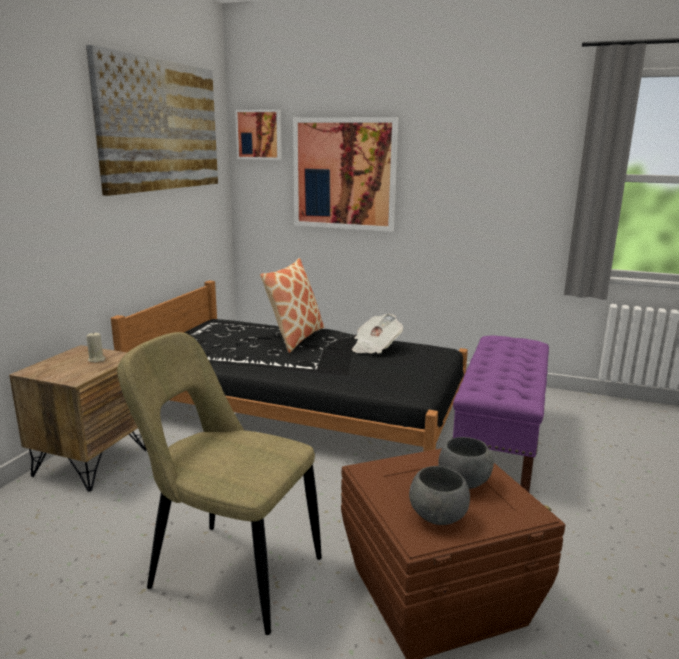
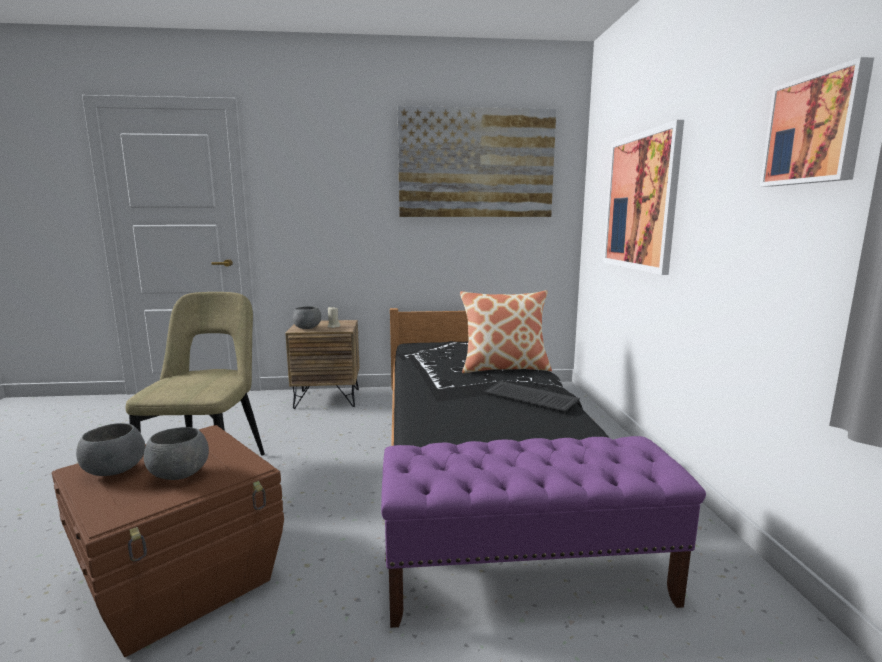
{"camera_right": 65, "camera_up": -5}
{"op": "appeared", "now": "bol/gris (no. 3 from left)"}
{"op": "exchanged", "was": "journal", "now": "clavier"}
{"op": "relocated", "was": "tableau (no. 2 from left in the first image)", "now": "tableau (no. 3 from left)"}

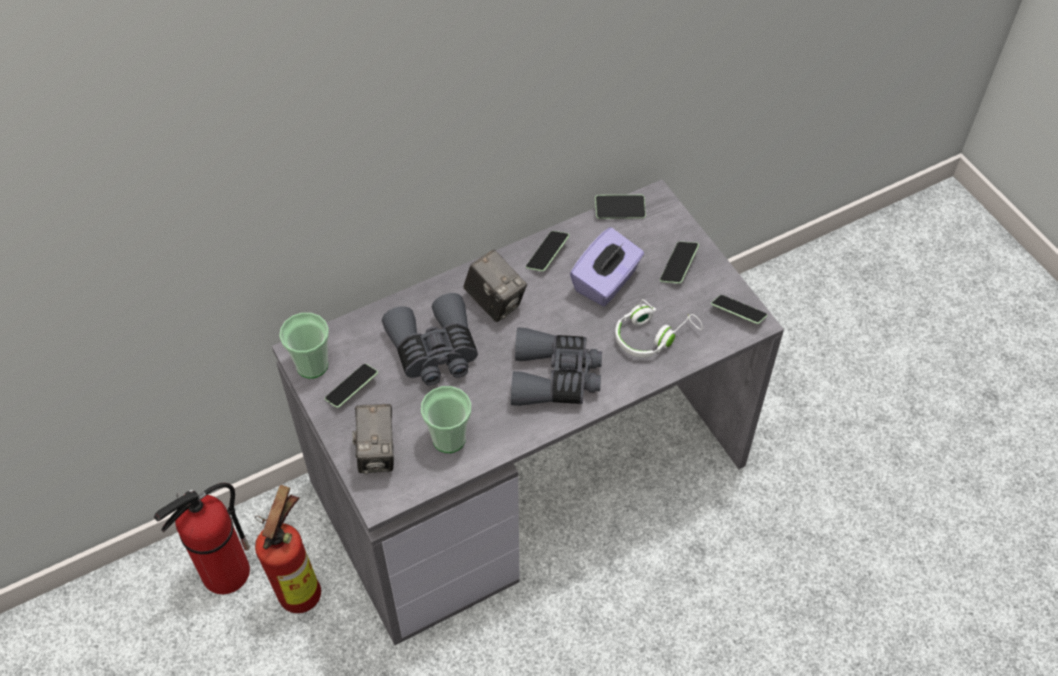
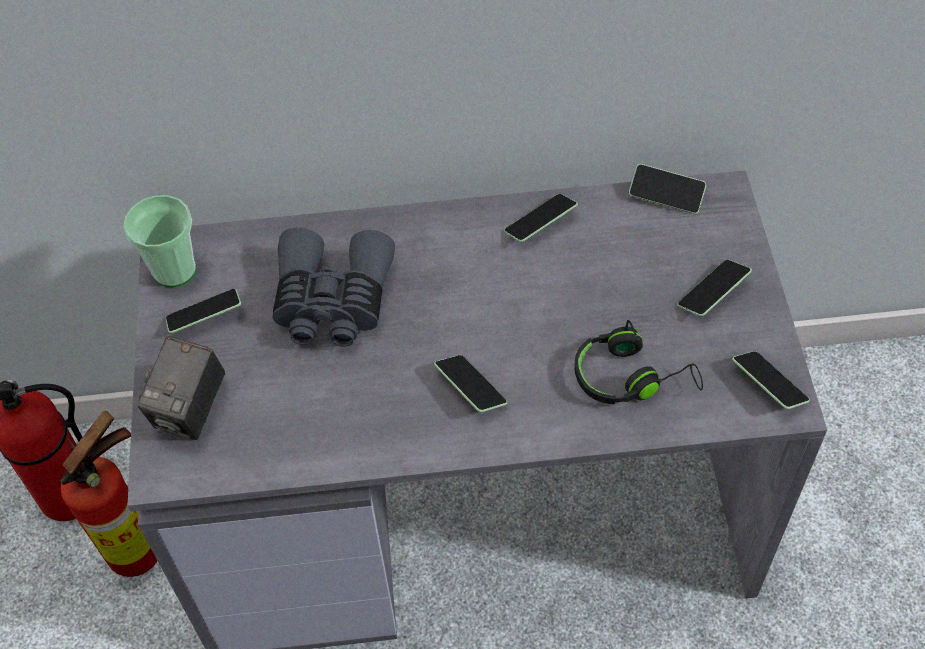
{"camera_right": 25, "camera_up": 0}
{"op": "exchanged", "was": "jumelles/gris (no. 2 from left)", "now": "téléphone (no. 2 from left)"}
{"op": "colour", "was": "casque audio/blanc", "now": "casque audio/noir"}
{"op": "missing", "was": "tasse (no. 2 from left)"}
{"op": "missing", "was": "appareil photo (no. 2 from left)"}
{"op": "missing", "was": "boîte à mouchoirs/violet"}

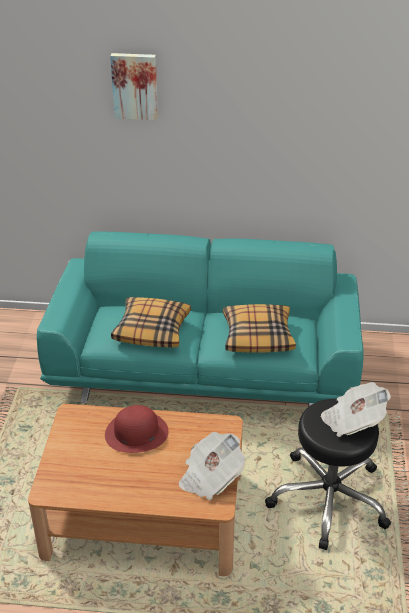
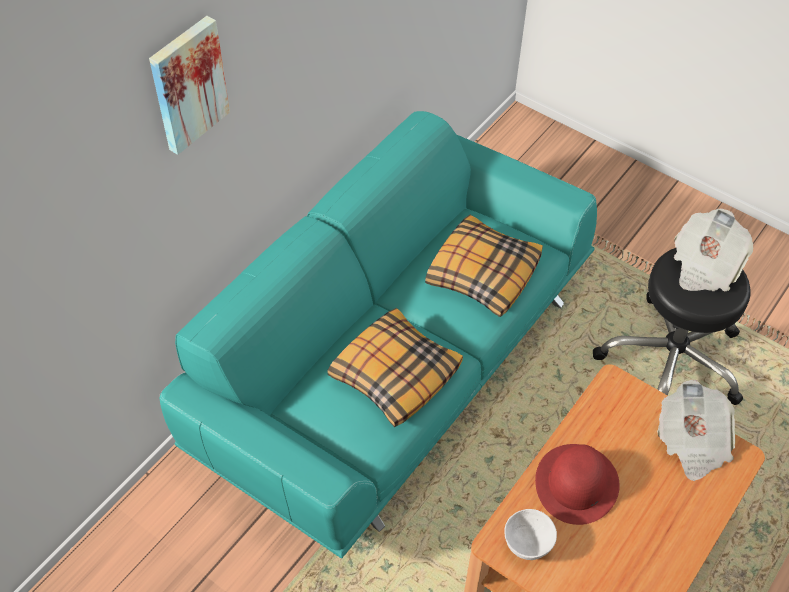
{"camera_right": -60, "camera_up": 15}
{"op": "appeared", "now": "bol/blanc"}

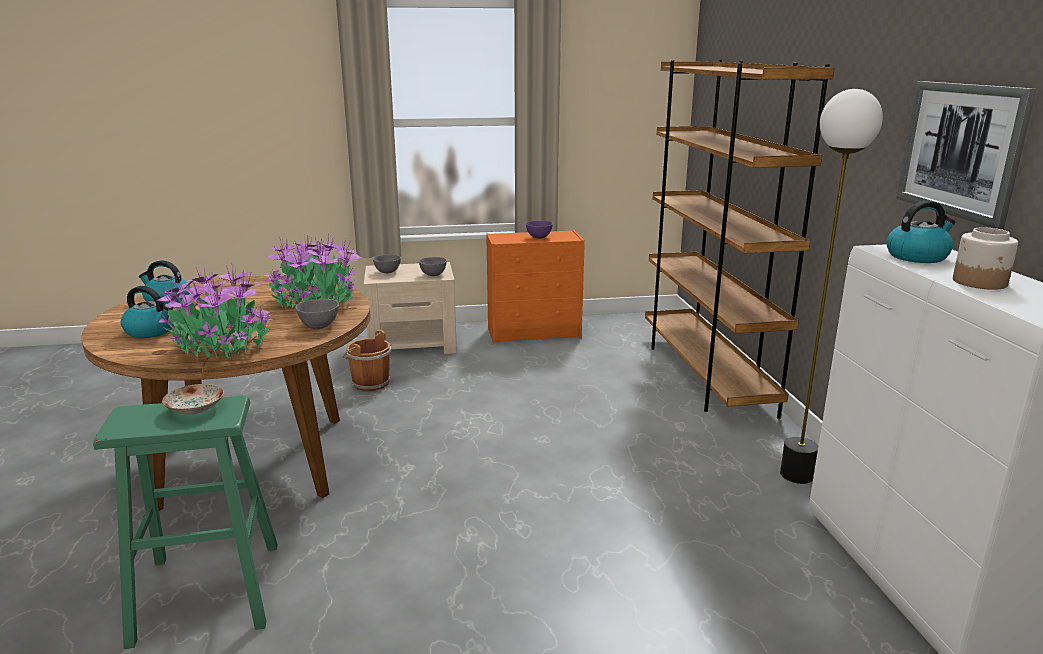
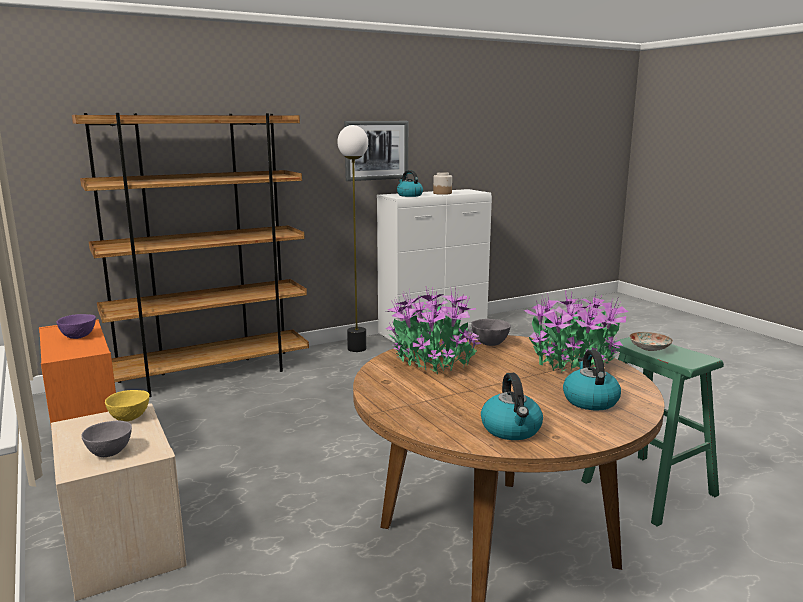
{"camera_right": -110, "camera_up": -5}
{"op": "colour", "was": "bol/gris (no. 3 from left)", "now": "bol/jaune"}
{"op": "missing", "was": "seau/marron"}

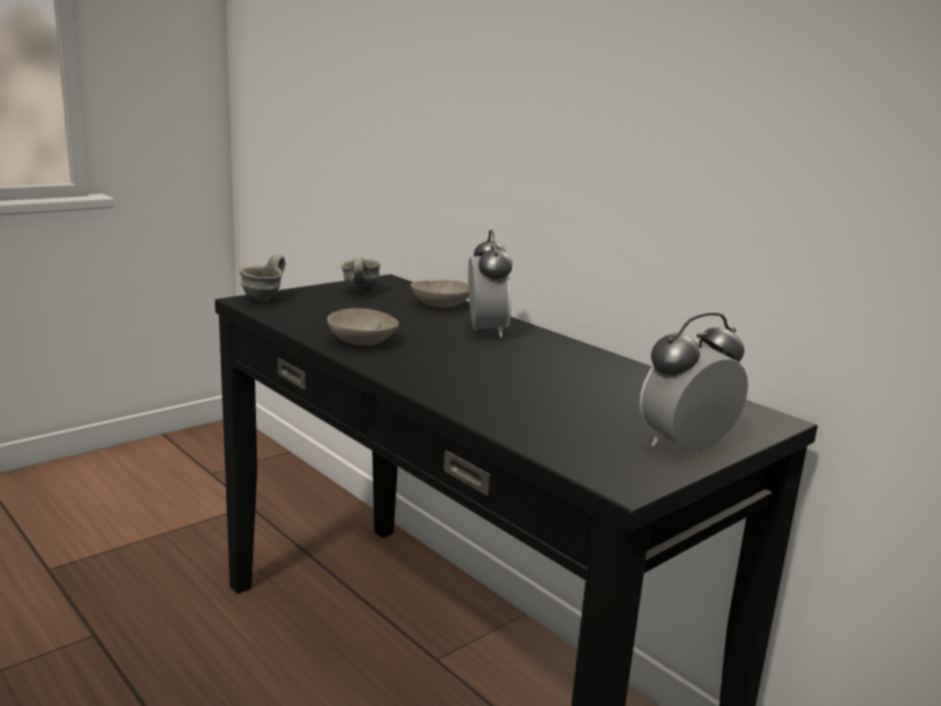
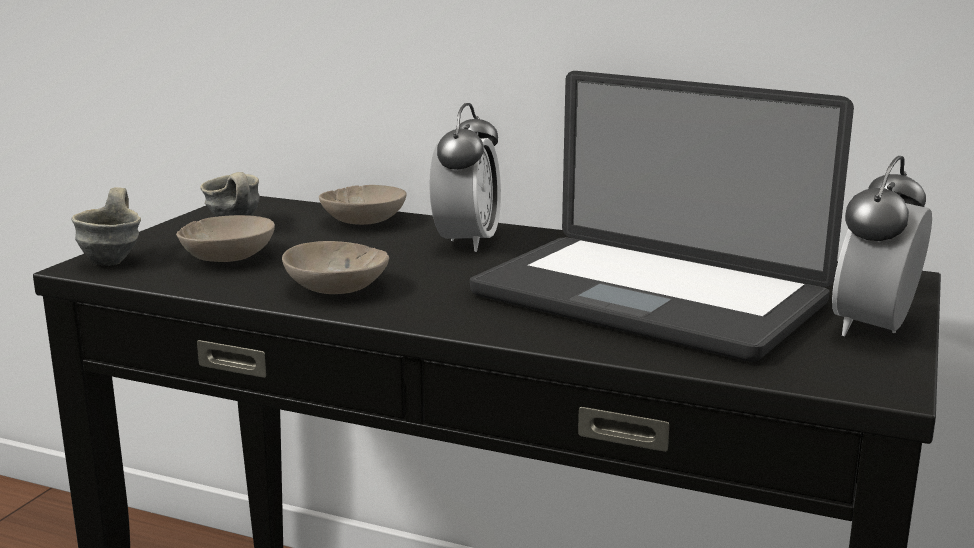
{"camera_right": -25, "camera_up": 0}
{"op": "appeared", "now": "bol/beige (no. 1 from left)"}
{"op": "spun", "was": "réveil (no. 1 from left)", "clockwise": 45}
{"op": "appeared", "now": "ordinateur portable"}

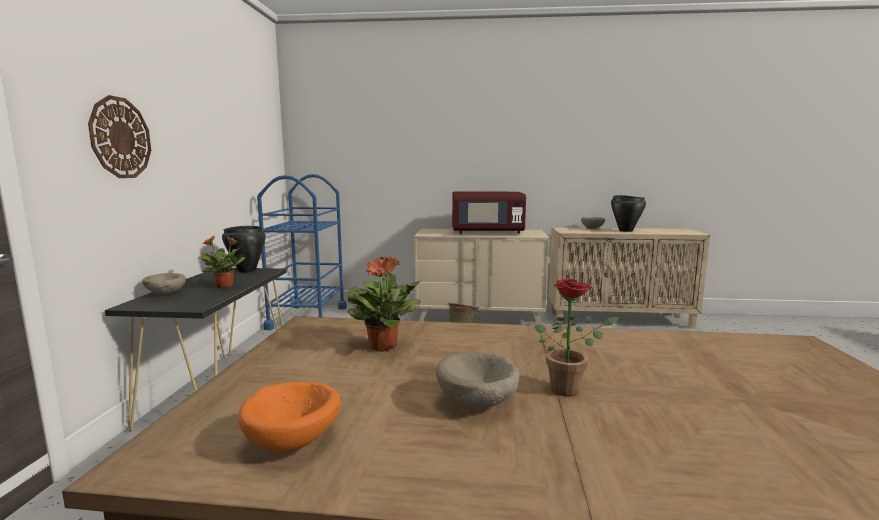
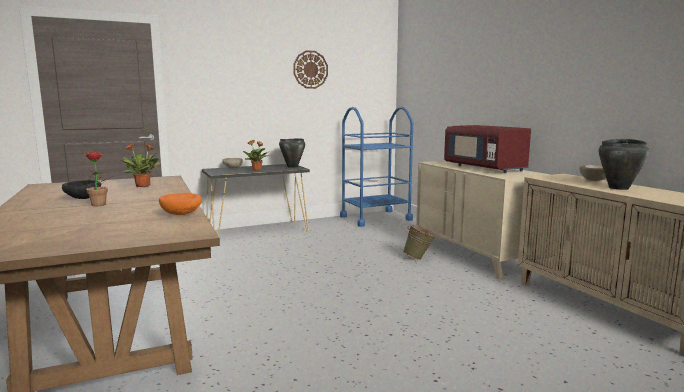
{"camera_right": 60, "camera_up": 0}
{"op": "colour", "was": "bol/beige (no. 2 from left)", "now": "bol/noir"}
{"op": "relocated", "was": "bol/orange"}
{"op": "relocated", "was": "horloge murale"}

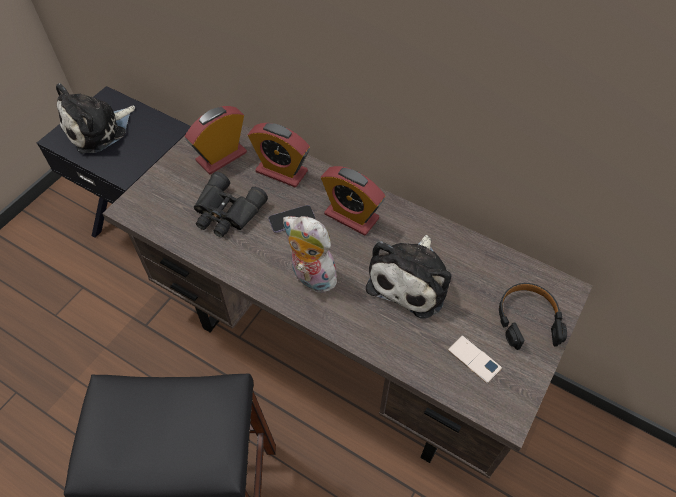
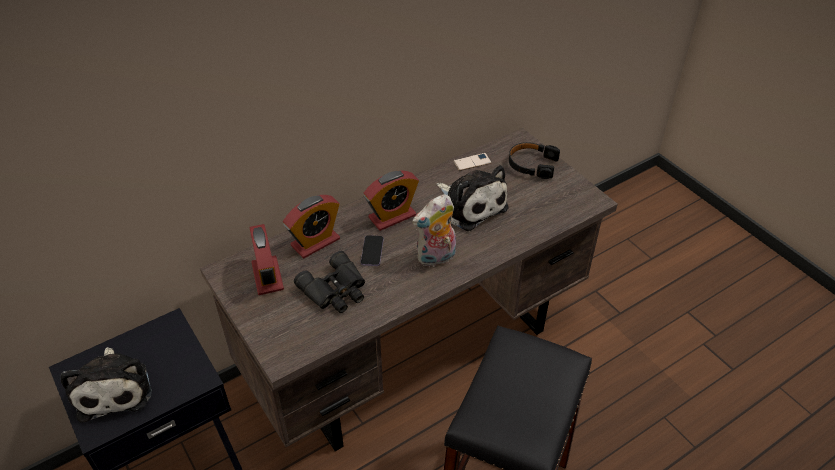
{"camera_right": -65, "camera_up": -10}
{"op": "relocated", "was": "téléphone (no. 2 from left)"}

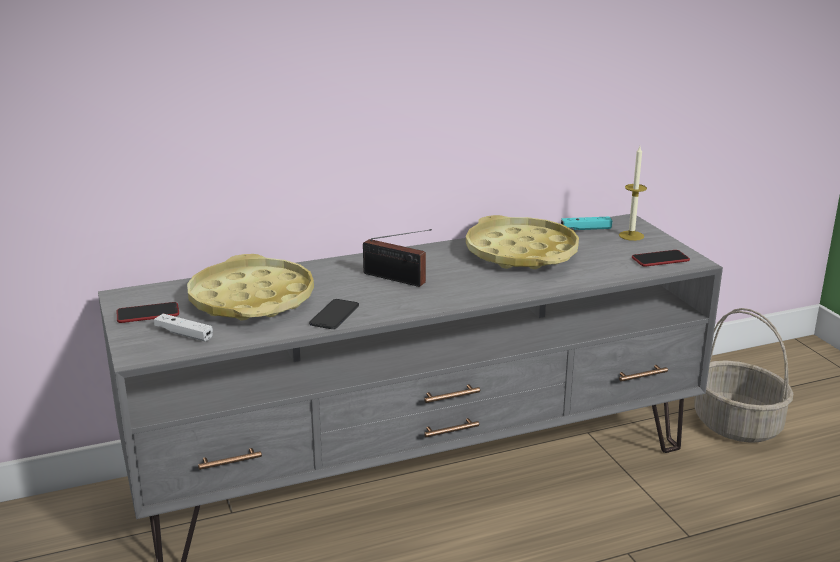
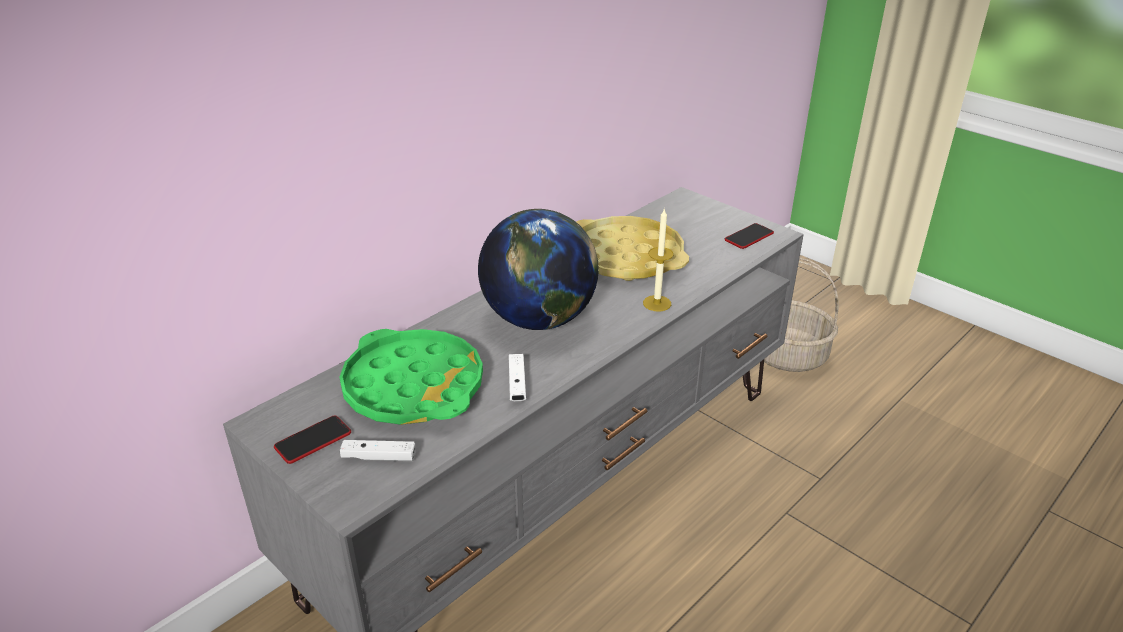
{"camera_right": -25, "camera_up": 10}
{"op": "colour", "was": "plateau/jaune (no. 1 from left)", "now": "plateau/vert"}
{"op": "exchanged", "was": "radio", "now": "globe"}
{"op": "exchanged", "was": "téléphone (no. 2 from left)", "now": "manette/blanc (no. 2 from left)"}
{"op": "relocated", "was": "bougie"}
{"op": "missing", "was": "manette/turquoise"}

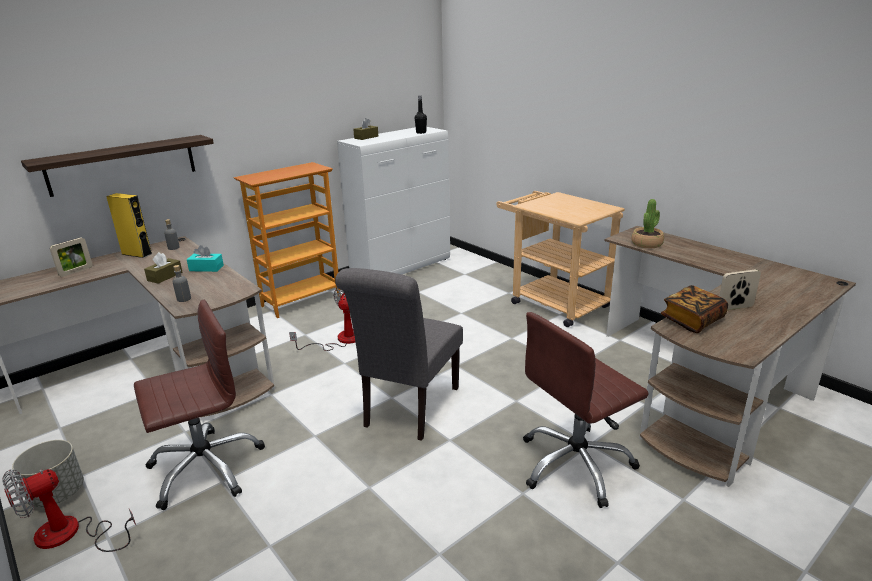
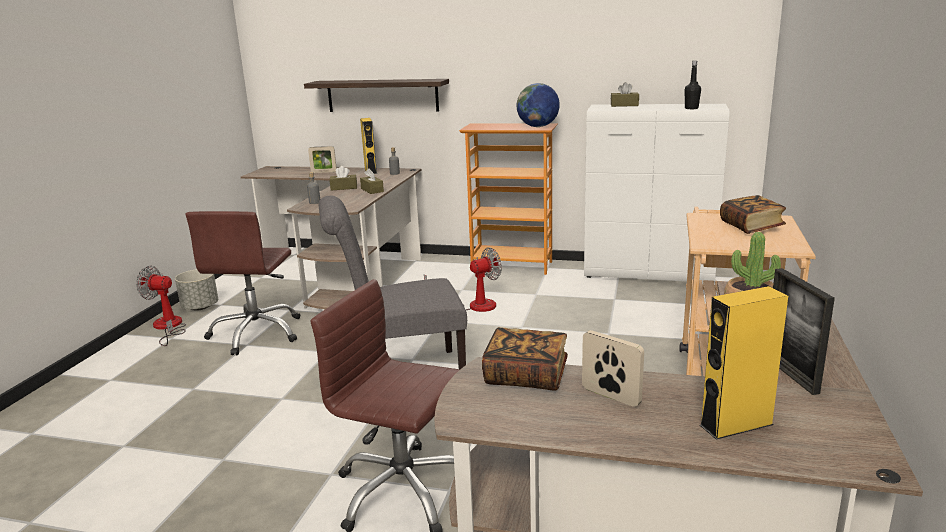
{"camera_right": 55, "camera_up": -5}
{"op": "spun", "was": "chaise de bureau/marron (no. 1 from left)", "clockwise": 75}
{"op": "colour", "was": "boîte à mouchoirs/turquoise", "now": "boîte à mouchoirs/marron (no. 2 from left)"}
{"op": "appeared", "now": "globe"}
{"op": "appeared", "now": "enceinte/jaune (no. 2 from left)"}
{"op": "appeared", "now": "livre (no. 2 from left)"}
{"op": "appeared", "now": "cadre photo (no. 3 from left)"}

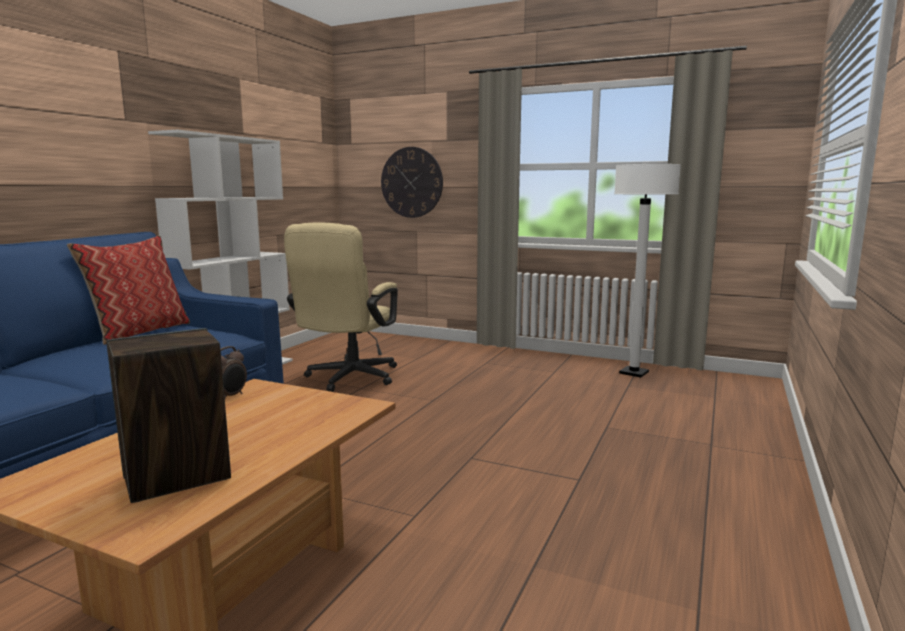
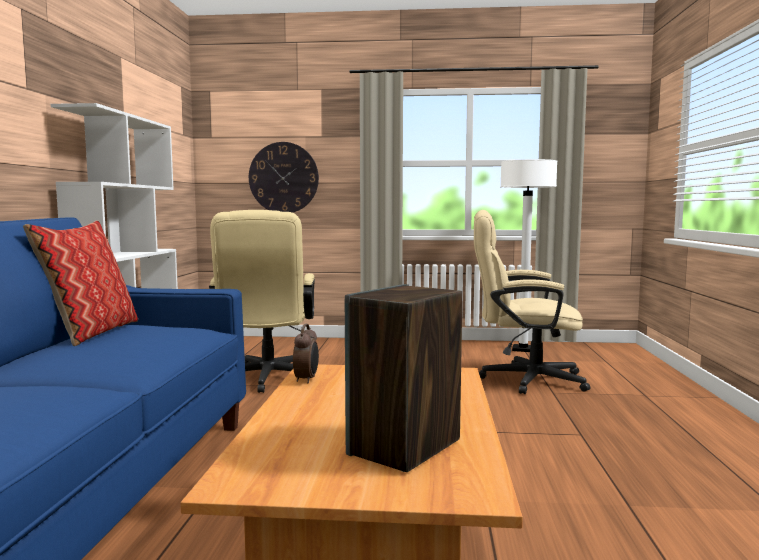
{"camera_right": -20, "camera_up": -5}
{"op": "appeared", "now": "chaise de bureau/beige (no. 2 from left)"}

